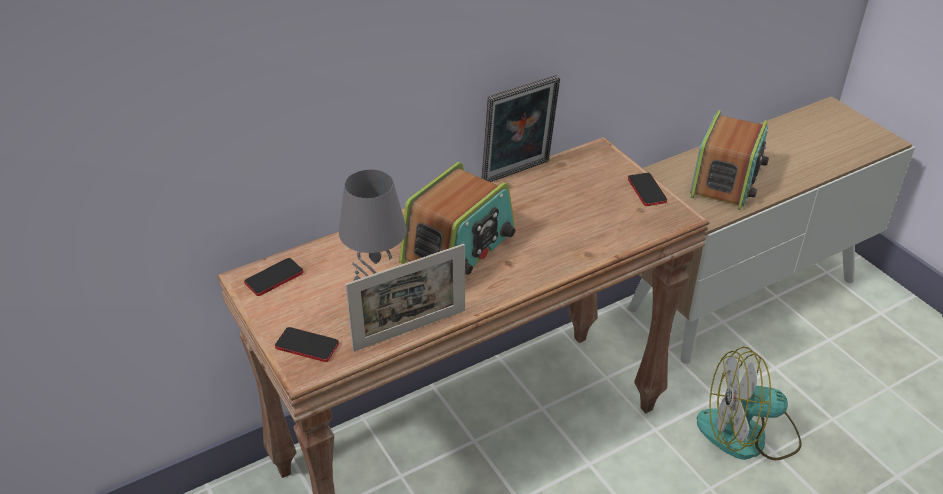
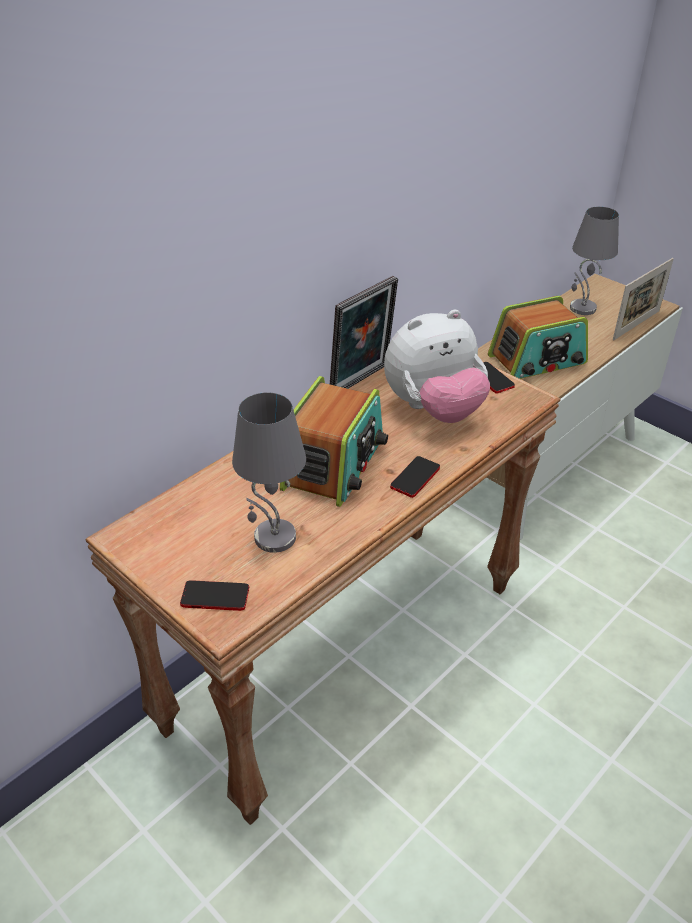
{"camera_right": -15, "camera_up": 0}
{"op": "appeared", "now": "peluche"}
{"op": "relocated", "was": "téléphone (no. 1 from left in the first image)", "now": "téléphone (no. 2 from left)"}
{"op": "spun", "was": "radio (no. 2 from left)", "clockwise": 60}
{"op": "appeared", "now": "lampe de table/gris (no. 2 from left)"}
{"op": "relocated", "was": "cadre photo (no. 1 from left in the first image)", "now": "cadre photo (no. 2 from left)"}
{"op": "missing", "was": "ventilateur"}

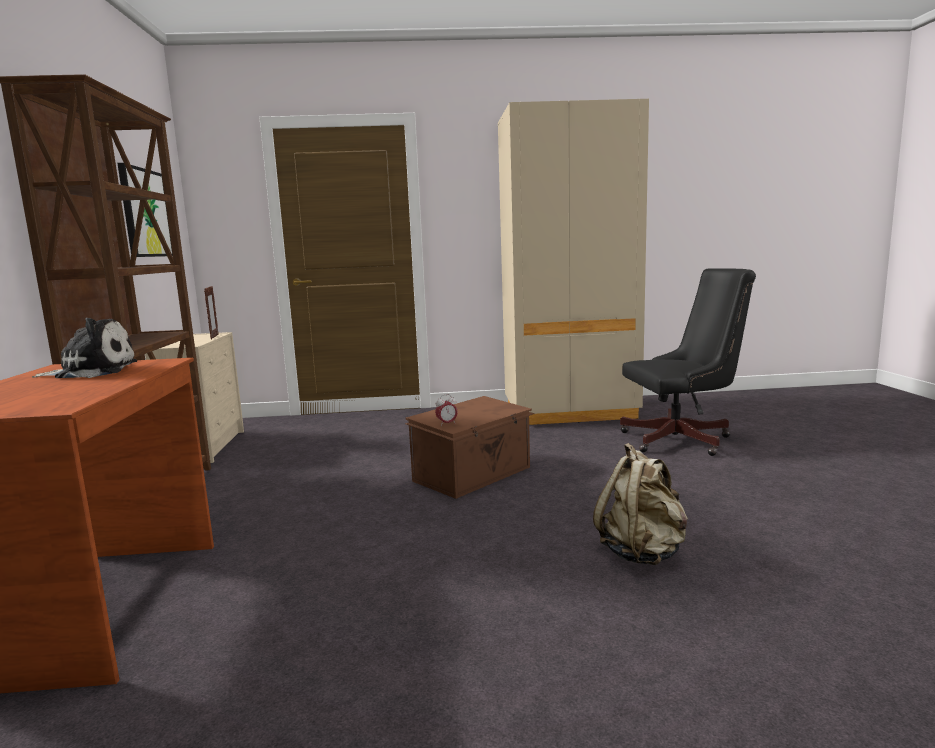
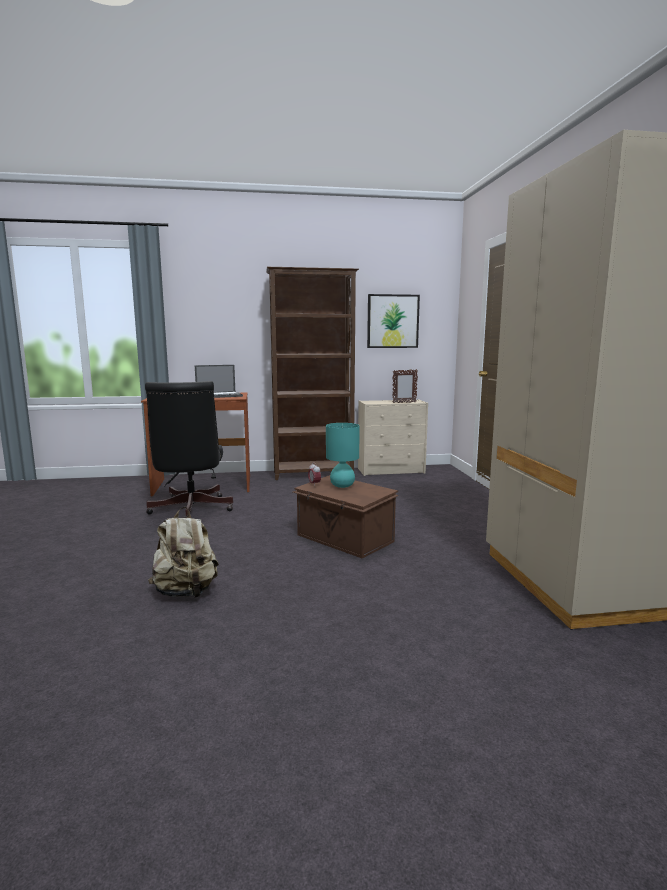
{"camera_right": 85, "camera_up": 0}
{"op": "relocated", "was": "chaise de bureau/noir"}
{"op": "exchanged", "was": "peluche", "now": "ordinateur portable"}
{"op": "appeared", "now": "lampe de table/turquoise"}

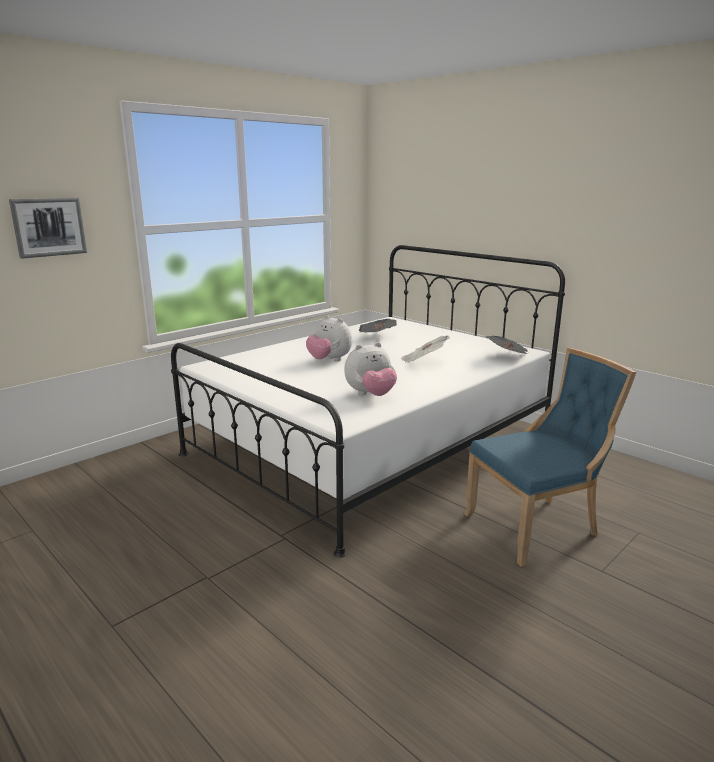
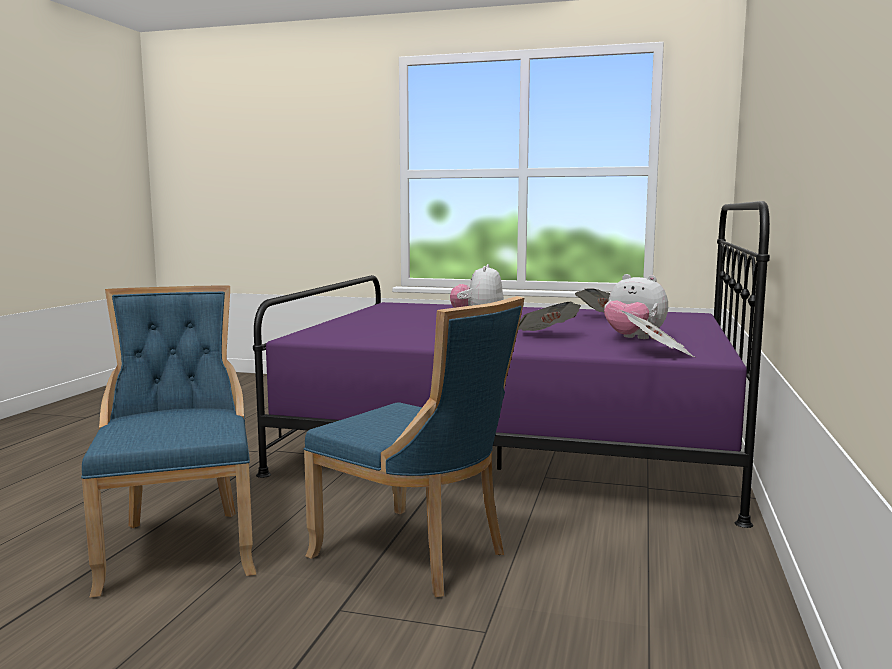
{"camera_right": 60, "camera_up": -10}
{"op": "appeared", "now": "chaise/bleu (no. 1 from left)"}
{"op": "colour", "was": "lit/blanc", "now": "lit/violet"}
{"op": "relocated", "was": "peluche (no. 2 from left)"}
{"op": "missing", "was": "tableau"}

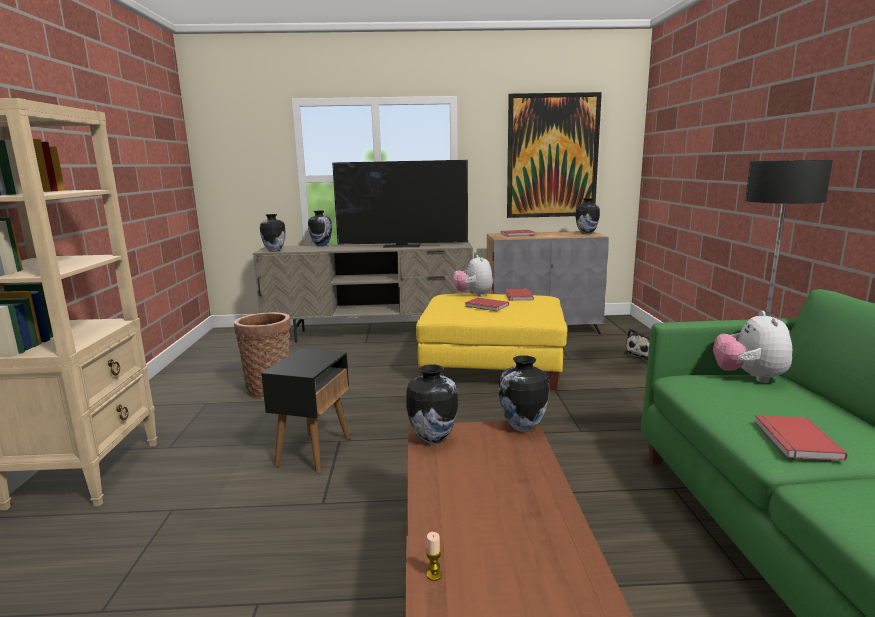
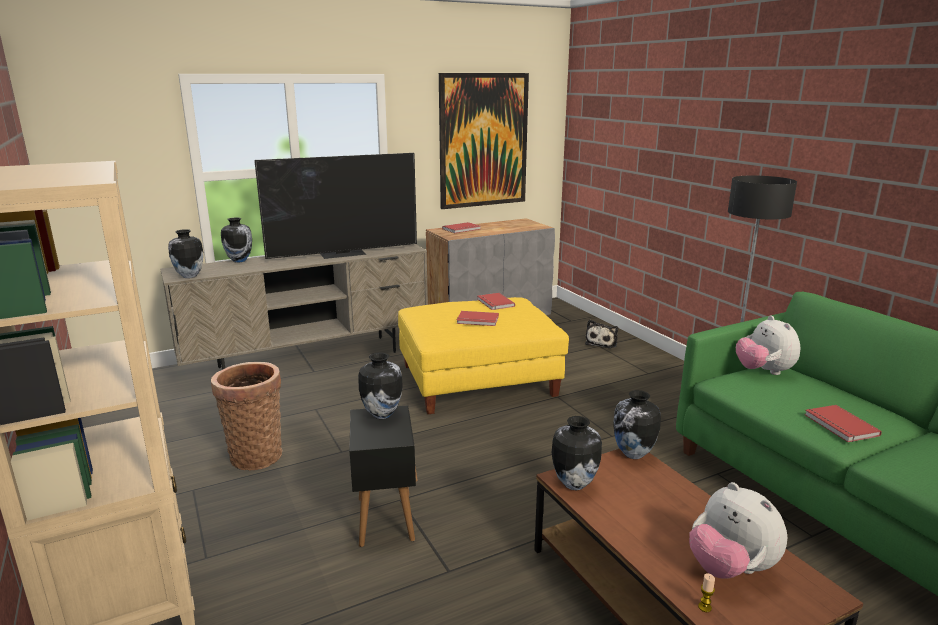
{"camera_right": -25, "camera_up": 5}
{"op": "relocated", "was": "vase (no. 5 from left in the first image)", "now": "vase (no. 3 from left)"}
{"op": "relocated", "was": "peluche (no. 1 from left in the first image)", "now": "peluche (no. 2 from left)"}

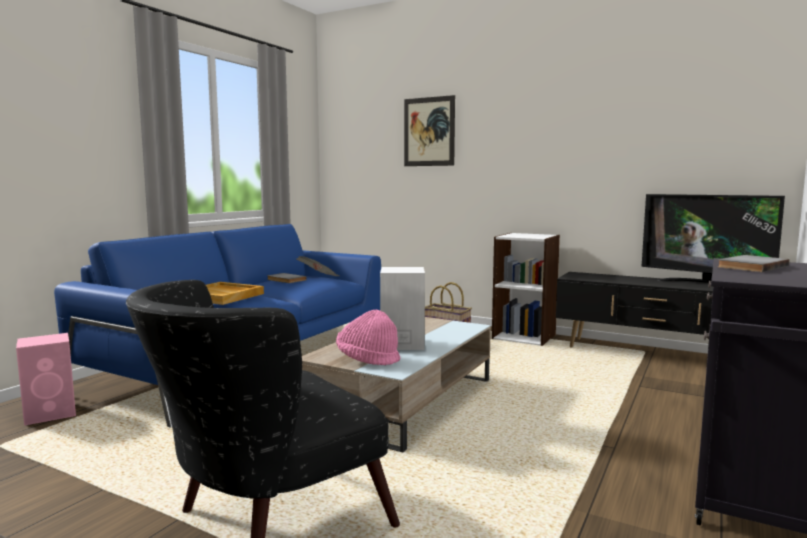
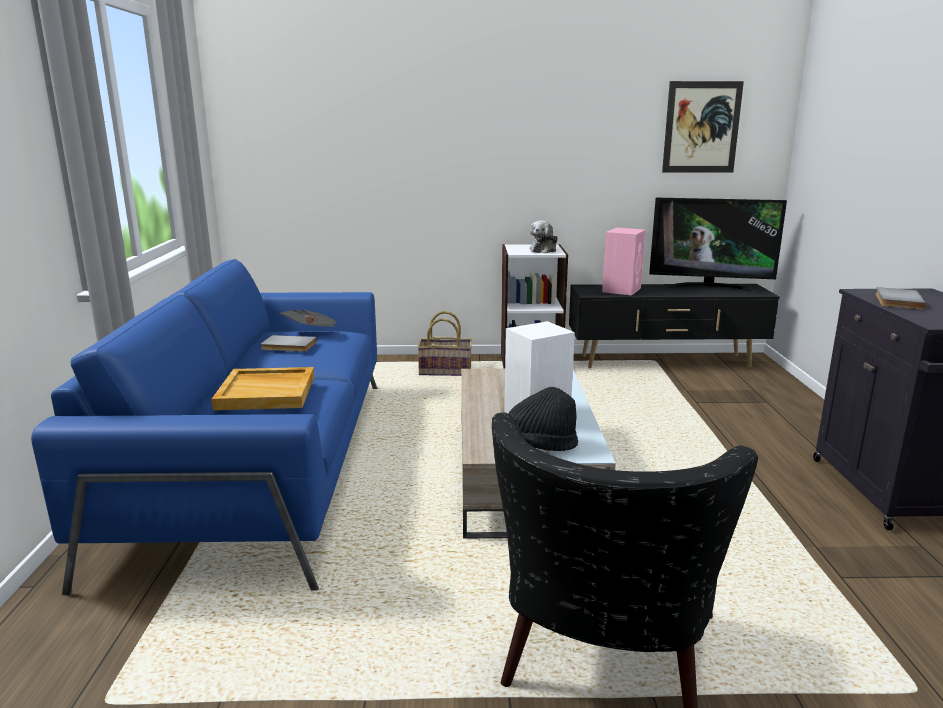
{"camera_right": -30, "camera_up": 10}
{"op": "colour", "was": "chapeau/rose", "now": "chapeau/noir"}
{"op": "appeared", "now": "peluche"}
{"op": "relocated", "was": "enceinte/rose"}
{"op": "relocated", "was": "tableau"}

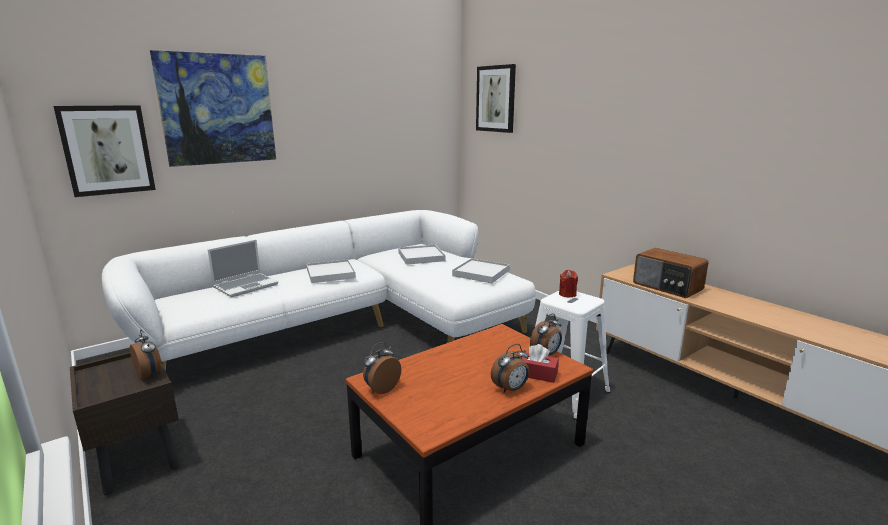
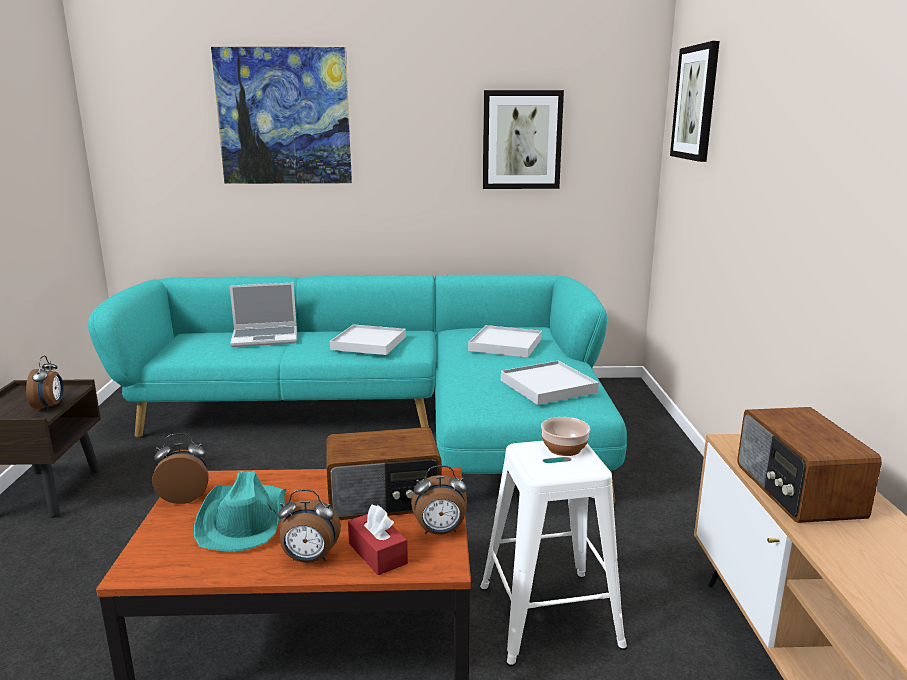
{"camera_right": 35, "camera_up": 0}
{"op": "colour", "was": "canapé/blanc", "now": "canapé/turquoise"}
{"op": "appeared", "now": "chapeau/turquoise"}
{"op": "appeared", "now": "radio (no. 1 from left)"}
{"op": "relocated", "was": "tableau (no. 1 from left in the first image)", "now": "tableau (no. 2 from left)"}
{"op": "exchanged", "was": "bougie/rouge", "now": "bol"}

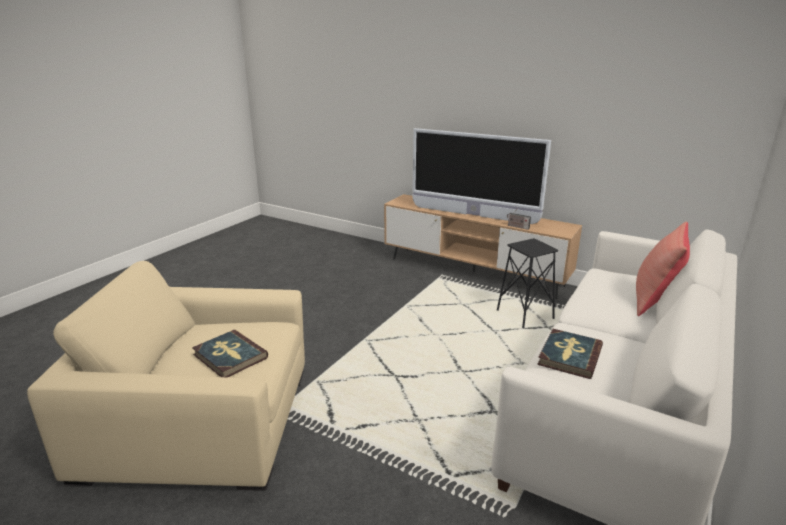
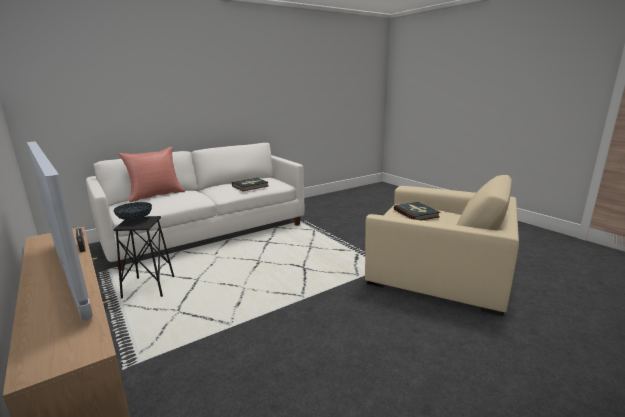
{"camera_right": -155, "camera_up": -5}
{"op": "appeared", "now": "bol"}

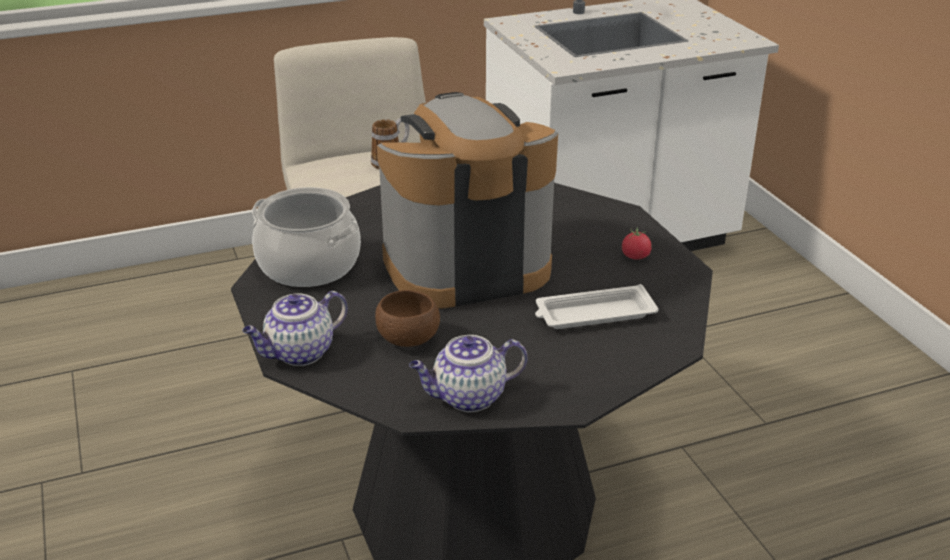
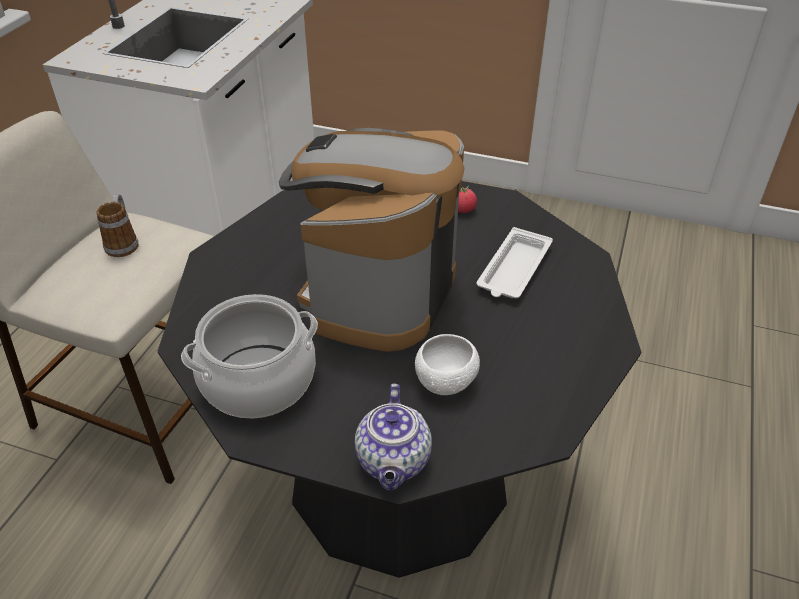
{"camera_right": -50, "camera_up": 10}
{"op": "colour", "was": "bol/marron", "now": "bol/blanc"}
{"op": "missing", "was": "théière (no. 2 from left)"}

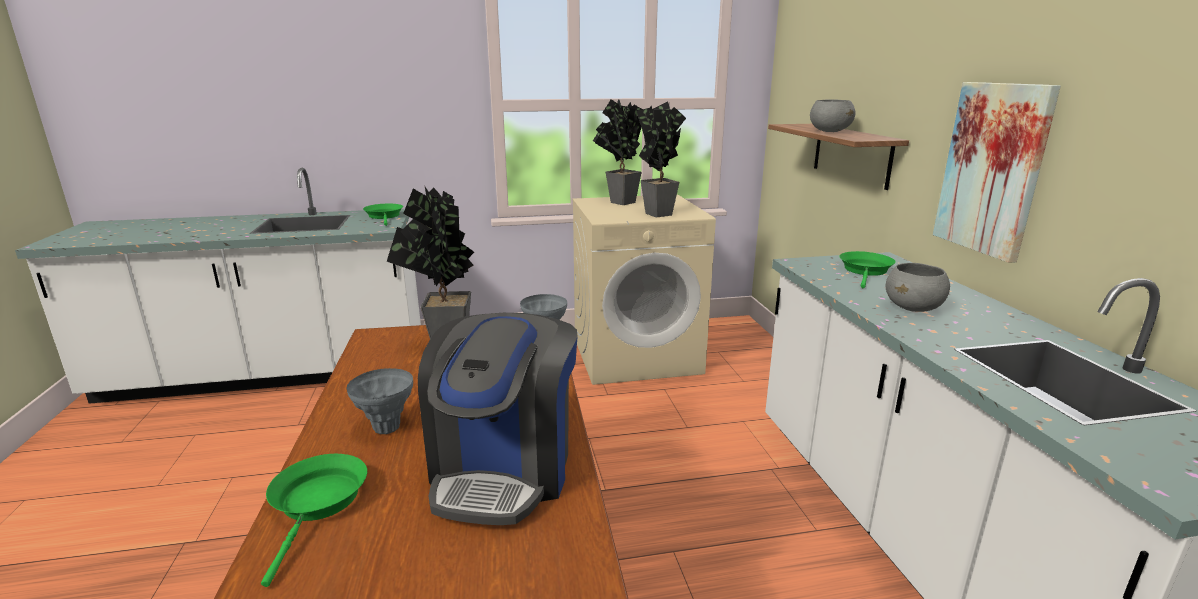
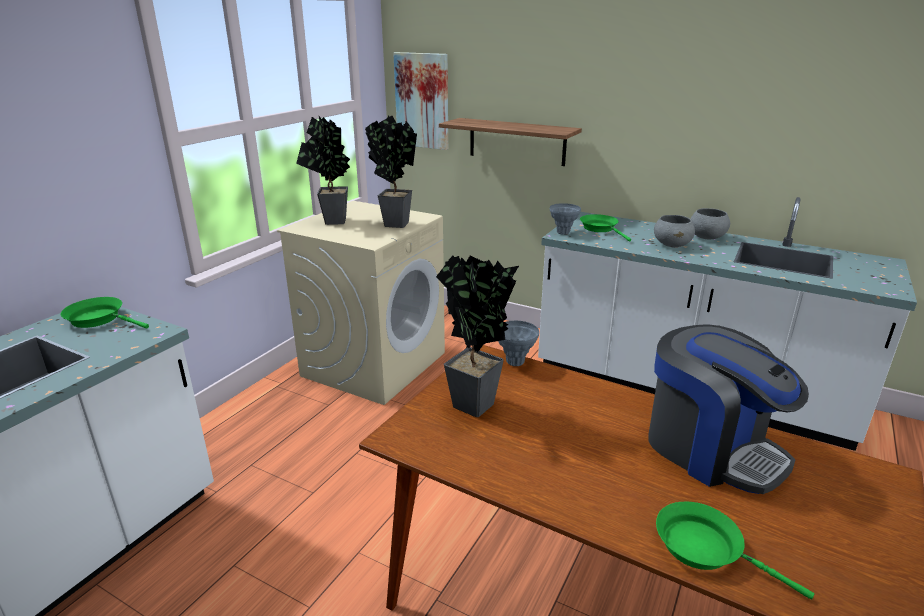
{"camera_right": -50, "camera_up": 5}
{"op": "relocated", "was": "tableau"}
{"op": "relocated", "was": "vase/gris (no. 1 from left in the first image)", "now": "vase/gris (no. 2 from left)"}
{"op": "relocated", "was": "bol/gris (no. 1 from left in the first image)", "now": "bol/gris (no. 2 from left)"}

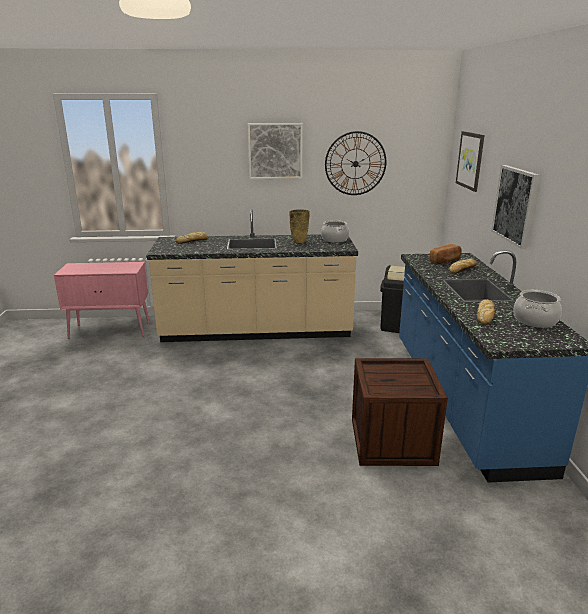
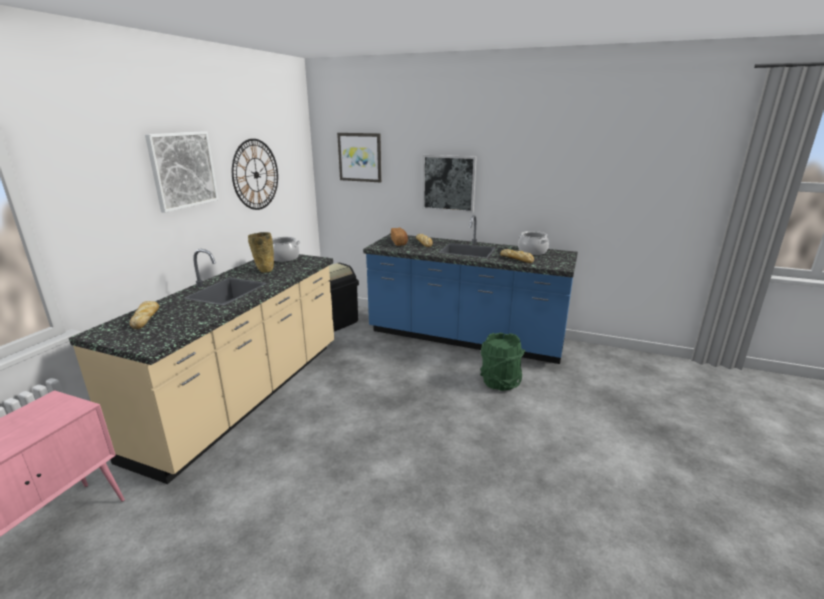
{"camera_right": -65, "camera_up": 0}
{"op": "exchanged", "was": "caisse", "now": "seau/vert"}

